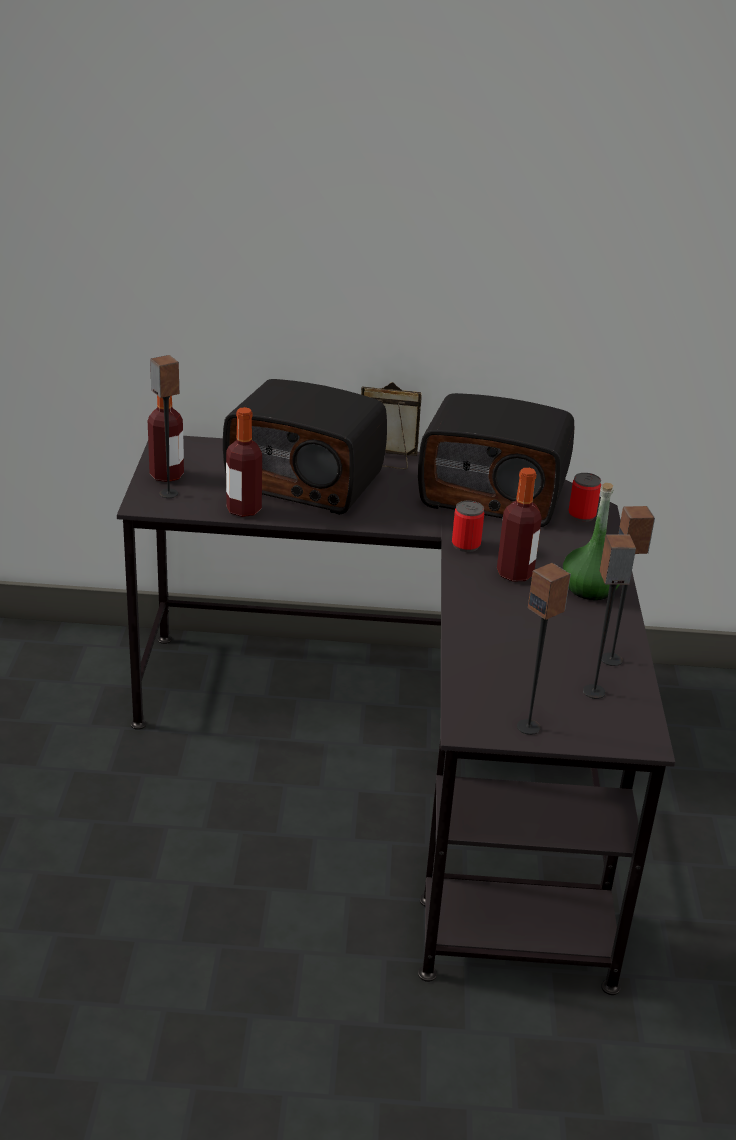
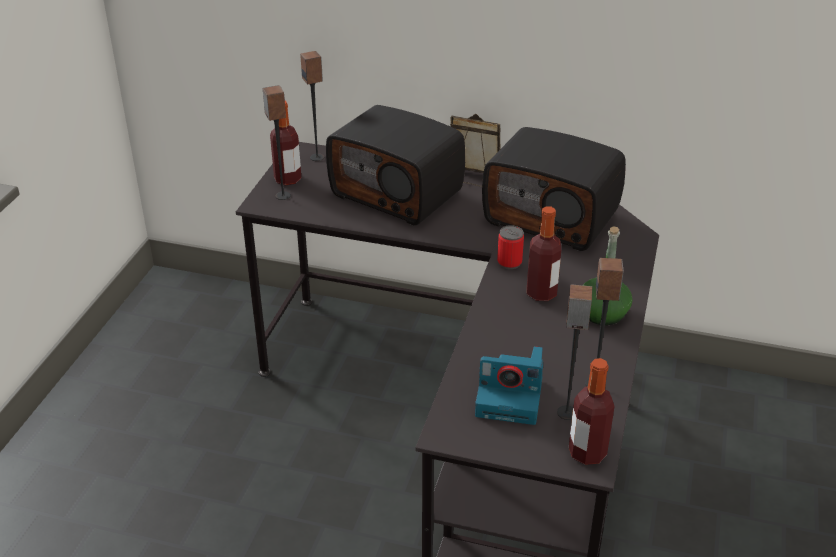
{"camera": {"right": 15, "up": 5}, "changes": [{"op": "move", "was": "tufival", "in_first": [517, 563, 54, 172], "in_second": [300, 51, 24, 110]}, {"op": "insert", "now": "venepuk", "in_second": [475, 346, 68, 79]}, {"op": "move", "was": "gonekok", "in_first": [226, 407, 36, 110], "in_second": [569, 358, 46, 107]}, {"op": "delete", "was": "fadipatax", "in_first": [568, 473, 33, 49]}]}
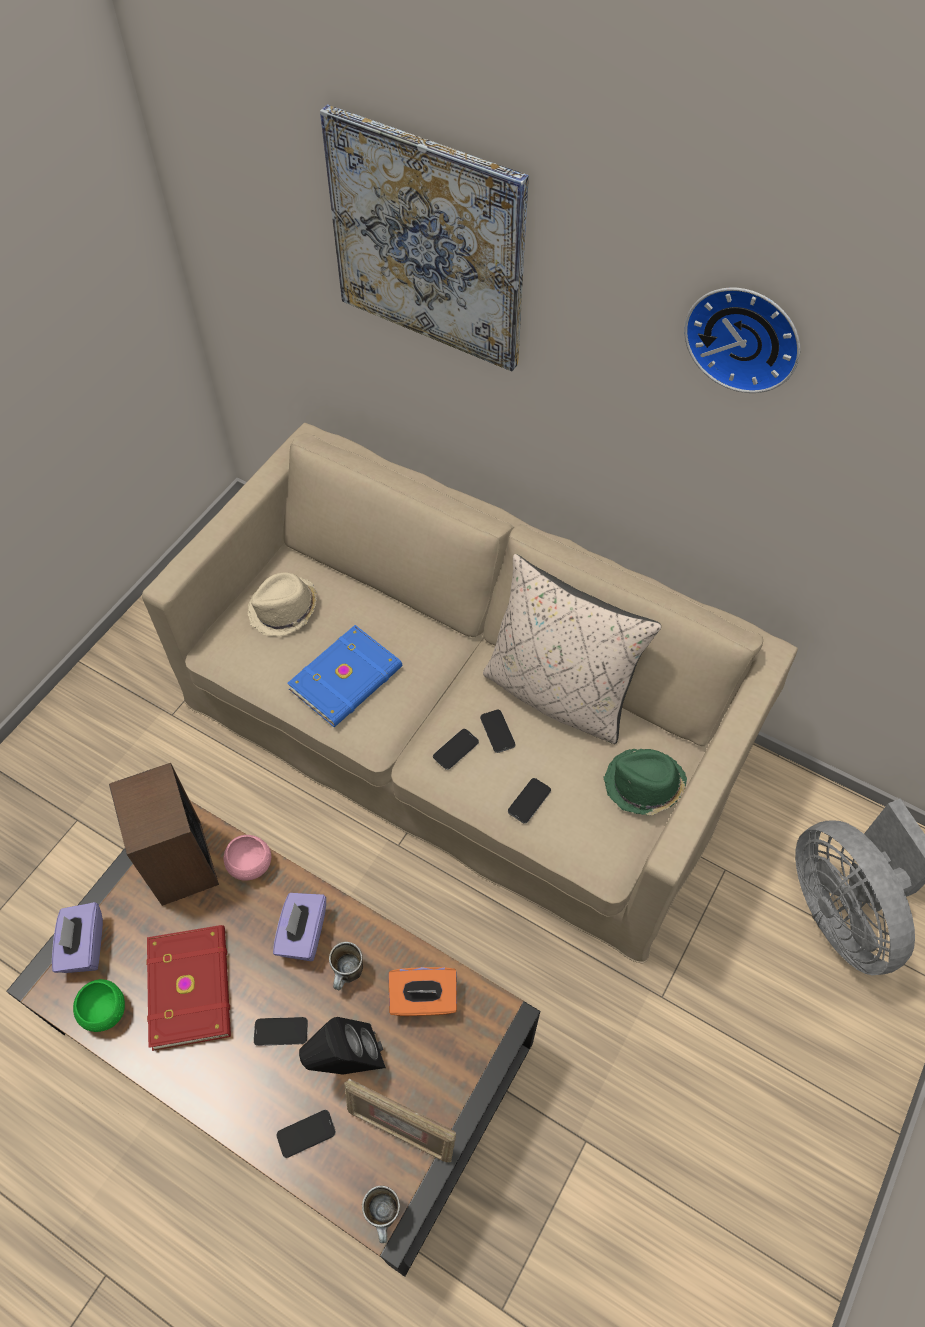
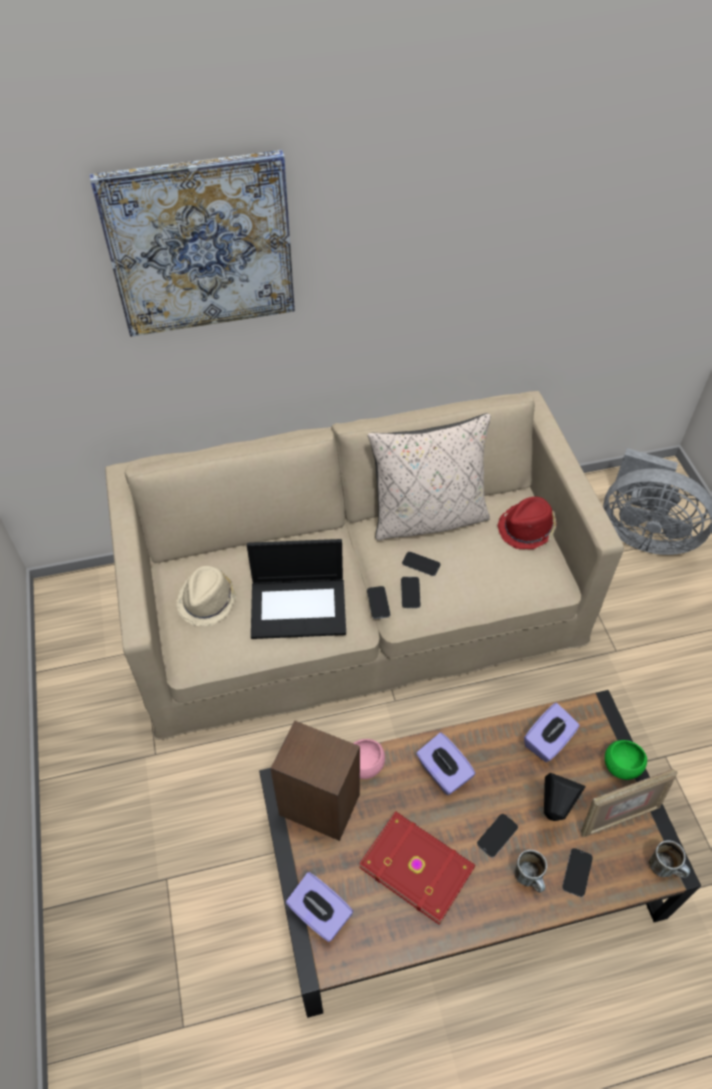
{"camera": {"right": -45, "up": -5}, "changes": [{"op": "replace", "was": "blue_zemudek", "now": "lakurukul", "in_first": [287, 625, 115, 102], "in_second": [247, 539, 99, 100]}, {"op": "move", "was": "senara", "in_first": [508, 778, 43, 46], "in_second": [367, 586, 23, 33]}, {"op": "recolor", "was": "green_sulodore", "now": "red_sulodore", "in_first": [603, 749, 84, 66], "in_second": [498, 497, 59, 52]}, {"op": "move", "was": "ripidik", "in_first": [329, 942, 34, 48], "in_second": [514, 850, 33, 43]}, {"op": "recolor", "was": "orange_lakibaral", "now": "purple_lakibaral", "in_first": [388, 967, 69, 49], "in_second": [524, 703, 56, 59]}, {"op": "move", "was": "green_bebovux", "in_first": [73, 979, 52, 53], "in_second": [605, 740, 42, 40]}, {"op": "delete", "was": "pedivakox", "in_first": [684, 288, 116, 105]}]}
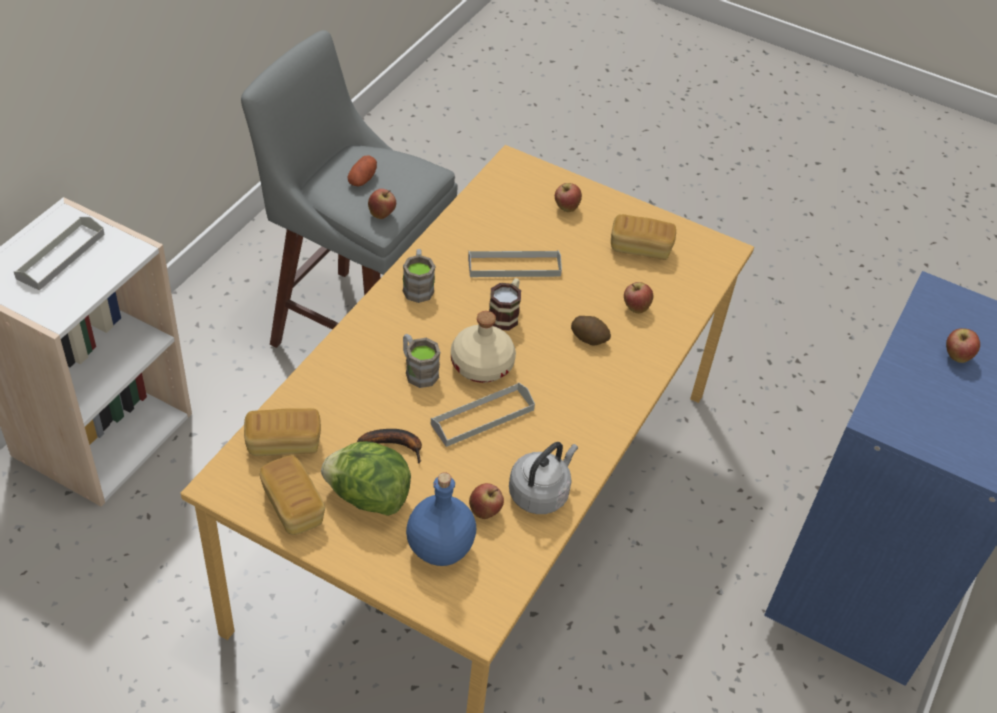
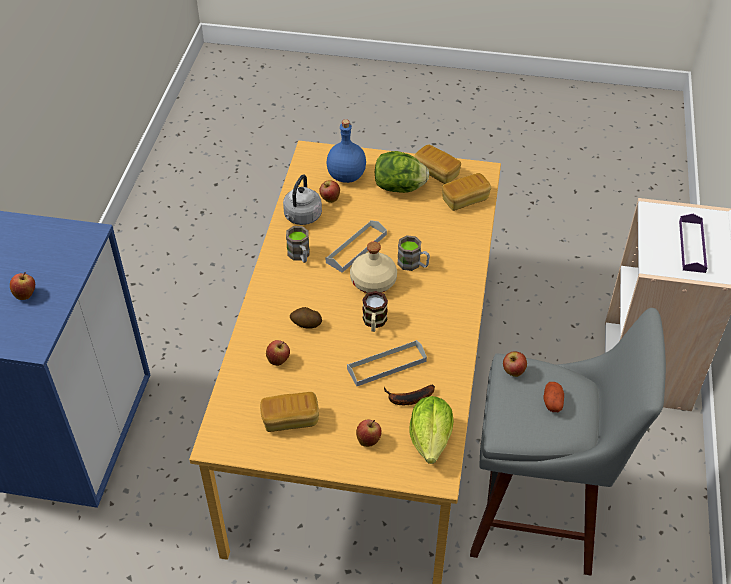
{"camera": {"right": 165, "up": 0}, "changes": [{"op": "move", "was": "brown_ripidik", "in_first": [403, 249, 33, 54], "in_second": [286, 226, 24, 37]}, {"op": "move", "was": "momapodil", "in_first": [357, 429, 65, 34], "in_second": [384, 384, 51, 21]}, {"op": "insert", "now": "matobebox", "in_second": [410, 396, 43, 68]}, {"op": "recolor", "was": "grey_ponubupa", "now": "purple_ponubupa", "in_first": [14, 217, 91, 74], "in_second": [679, 214, 29, 59]}]}
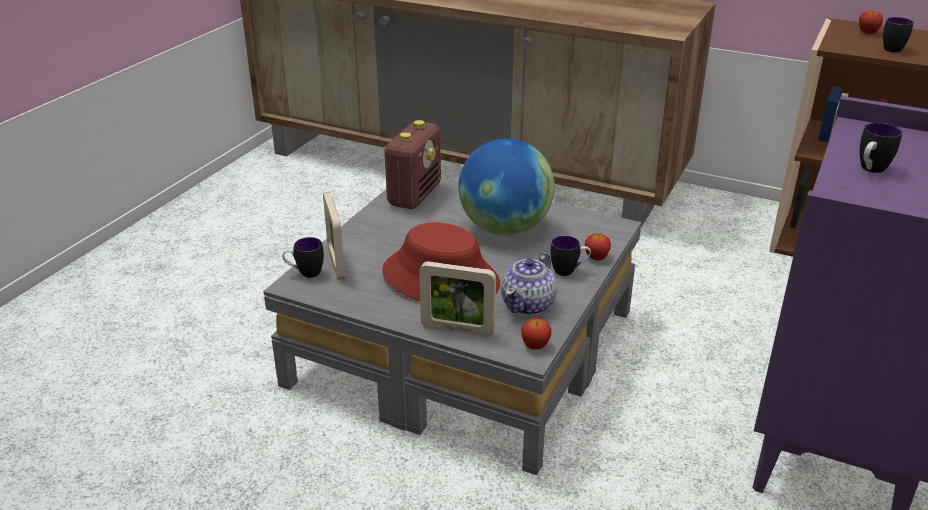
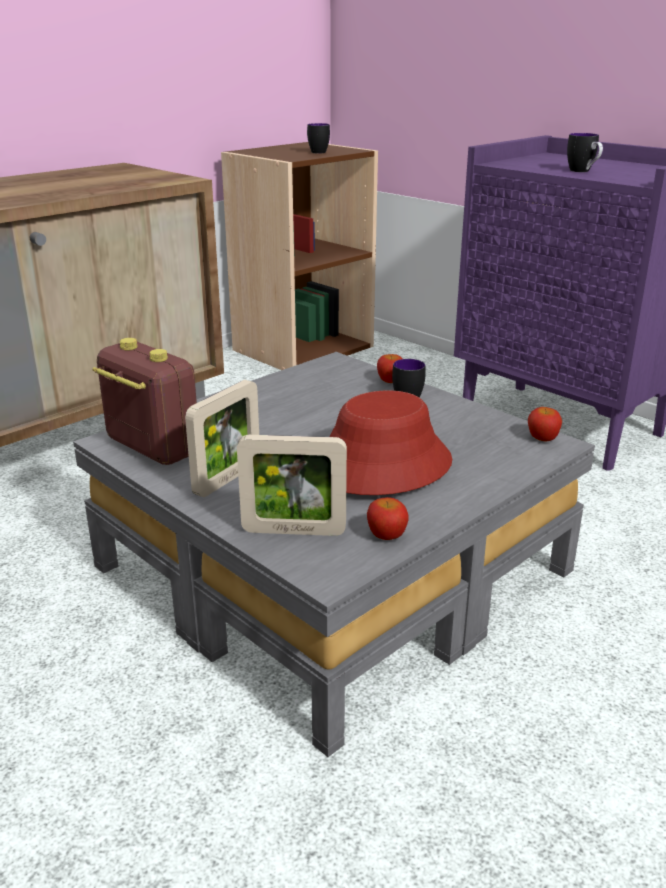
{"camera": {"right": -70, "up": -5}, "changes": [{"op": "move", "was": "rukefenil", "in_first": [419, 261, 77, 76], "in_second": [185, 380, 74, 117]}, {"op": "move", "was": "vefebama", "in_first": [859, 11, 24, 23], "in_second": [367, 497, 42, 43]}, {"op": "delete", "was": "ripidik", "in_first": [283, 237, 41, 41]}, {"op": "delete", "was": "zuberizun", "in_first": [458, 139, 97, 96]}, {"op": "delete", "was": "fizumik", "in_first": [501, 252, 55, 63]}]}
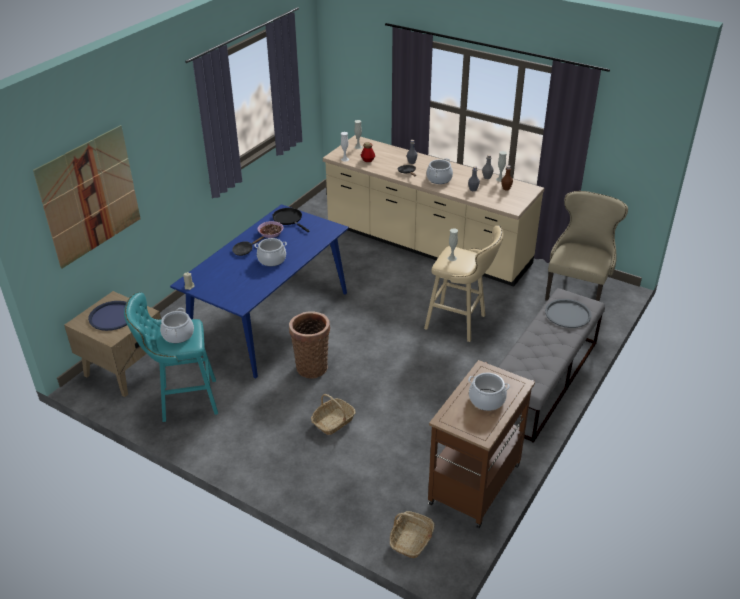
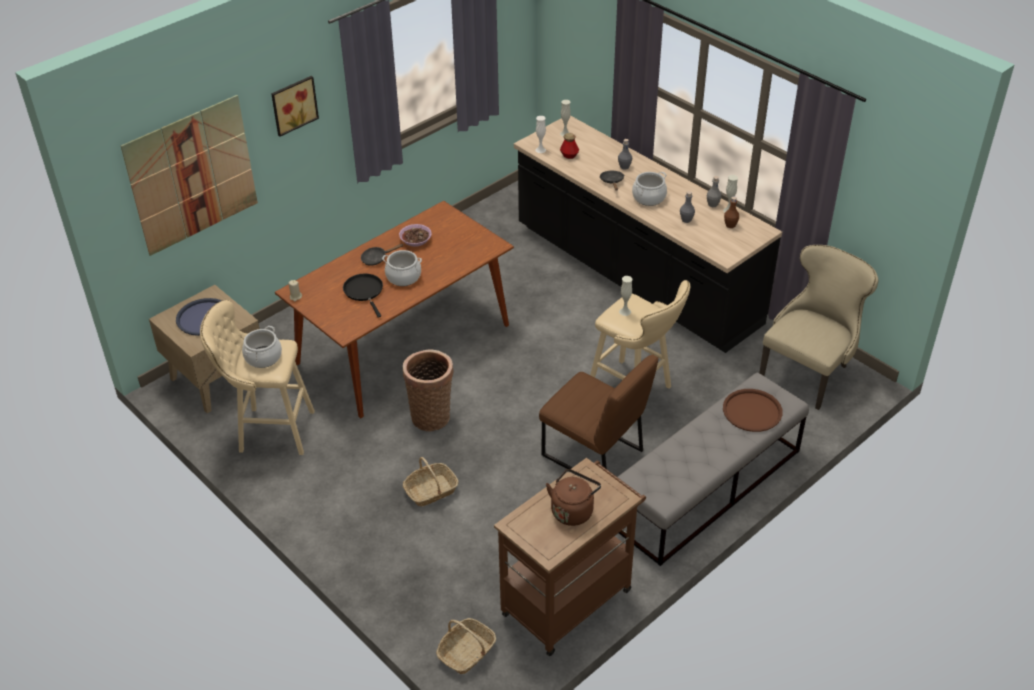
{"camera": {"right": 15, "up": 5}, "changes": [{"op": "recolor", "was": "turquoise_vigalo", "now": "beige_vigalo", "in_first": [124, 292, 94, 130], "in_second": [200, 300, 115, 155]}, {"op": "insert", "now": "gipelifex", "in_second": [271, 76, 48, 61]}, {"op": "recolor", "was": "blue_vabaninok", "now": "brown_vabaninok", "in_first": [170, 204, 179, 174], "in_second": [275, 201, 239, 217]}, {"op": "move", "was": "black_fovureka", "in_first": [272, 208, 38, 24], "in_second": [343, 274, 40, 44]}, {"op": "recolor", "was": "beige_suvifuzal", "now": "black_suvifuzal", "in_first": [323, 135, 221, 152], "in_second": [514, 115, 268, 238]}, {"op": "insert", "now": "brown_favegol", "in_second": [539, 355, 119, 114]}, {"op": "replace", "was": "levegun", "now": "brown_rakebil", "in_first": [468, 373, 42, 38], "in_second": [546, 469, 55, 57]}, {"op": "recolor", "was": "grey_ponubupa", "now": "brown_ponubupa", "in_first": [545, 299, 47, 29], "in_second": [723, 389, 60, 43]}]}
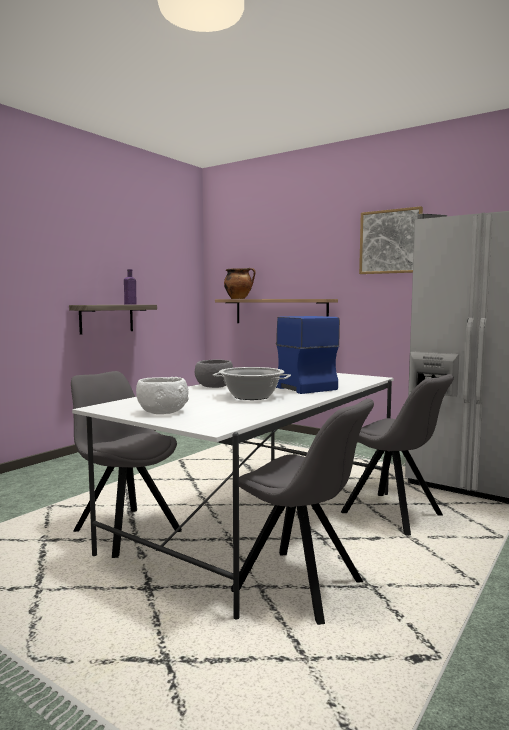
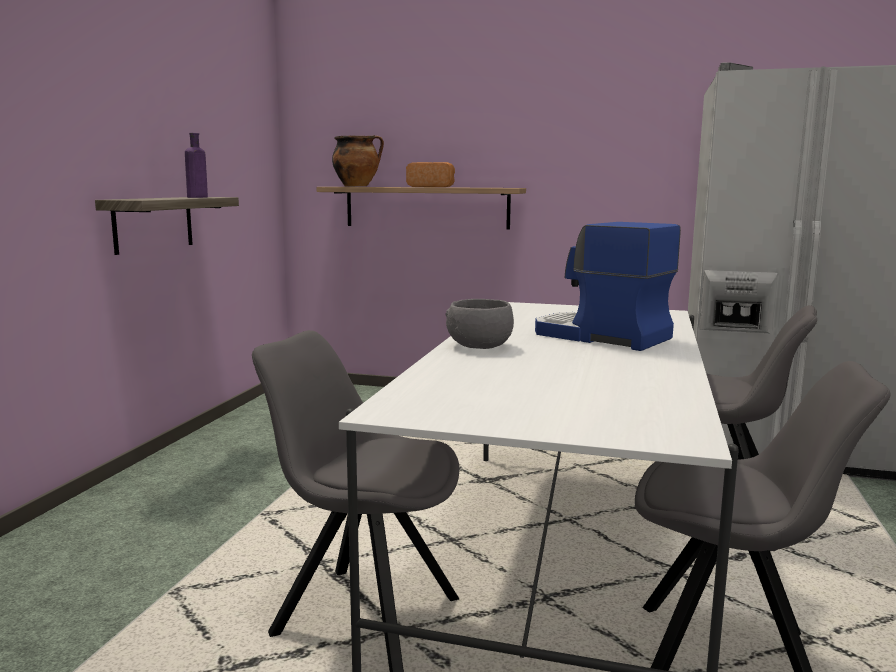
{"camera": {"right": -20, "up": 5}, "changes": [{"op": "insert", "now": "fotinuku", "in_second": [406, 162, 49, 25]}, {"op": "delete", "was": "white_bebovux", "in_first": [136, 377, 53, 37]}, {"op": "delete", "was": "levegun", "in_first": [213, 367, 78, 33]}, {"op": "delete", "was": "gipelifex", "in_first": [359, 206, 64, 68]}]}
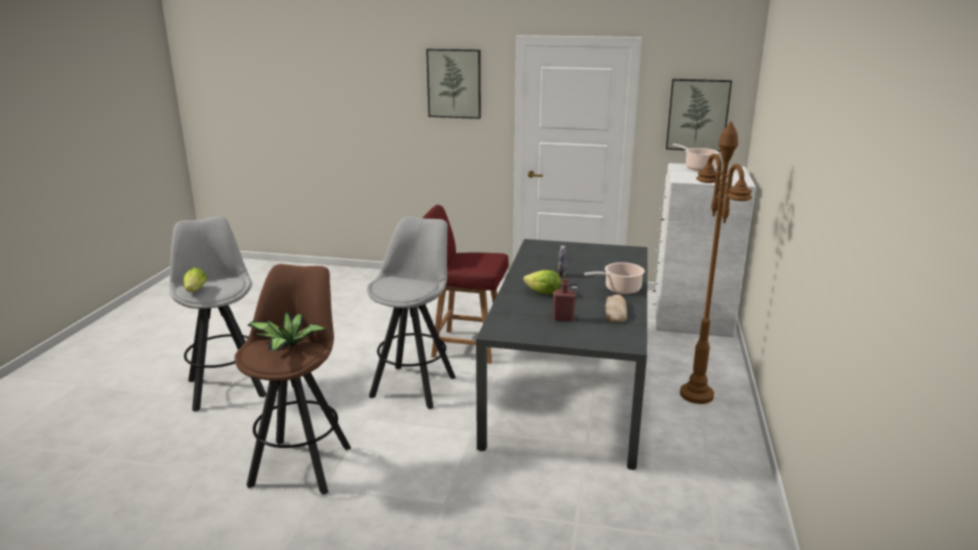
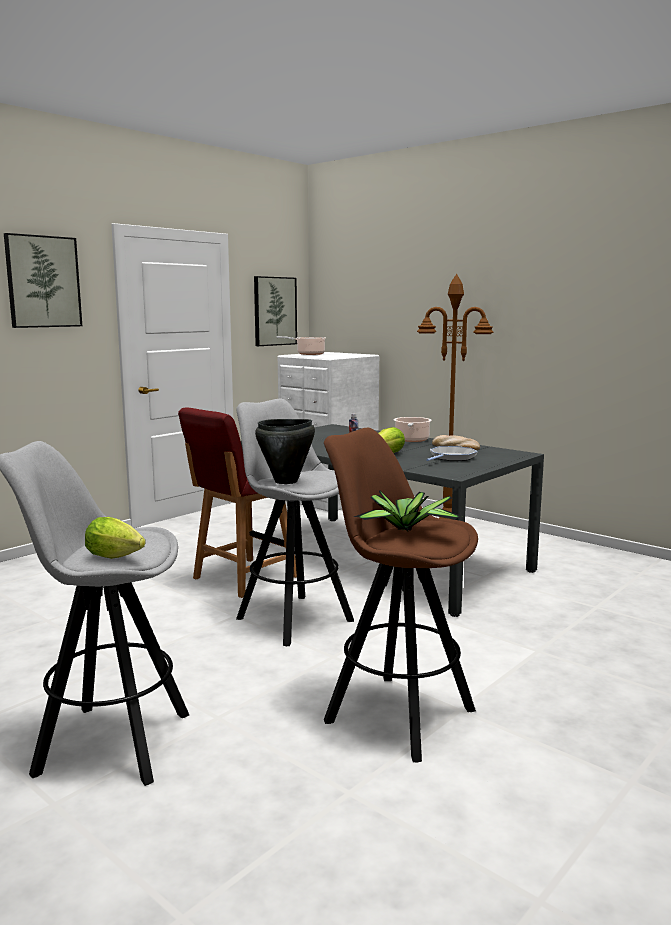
{"camera": {"right": -60, "up": -10}, "changes": [{"op": "insert", "now": "black_levegun", "in_second": [255, 419, 60, 65]}, {"op": "replace", "was": "red_gonekok", "now": "fovureka", "in_first": [553, 278, 23, 43], "in_second": [426, 446, 52, 15]}]}
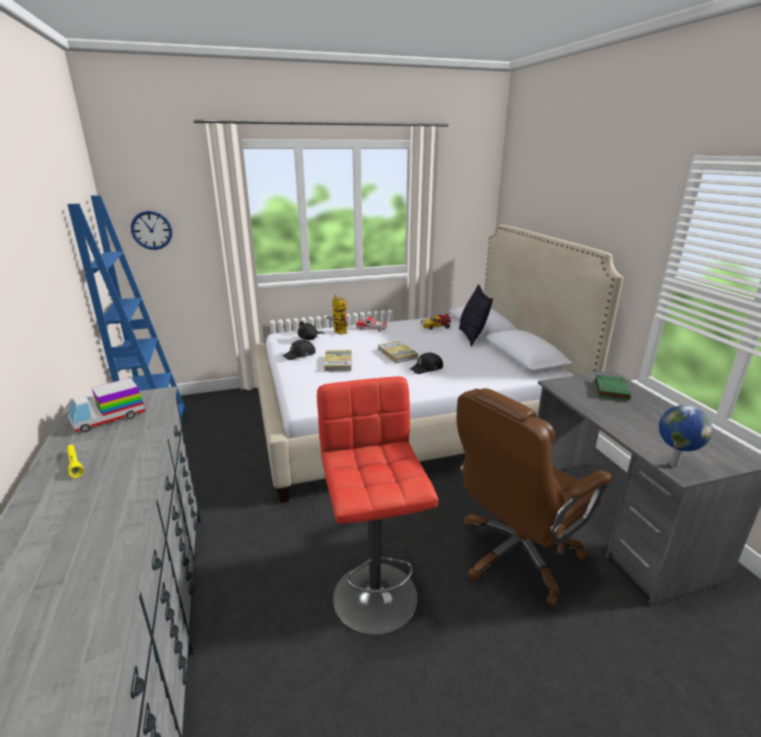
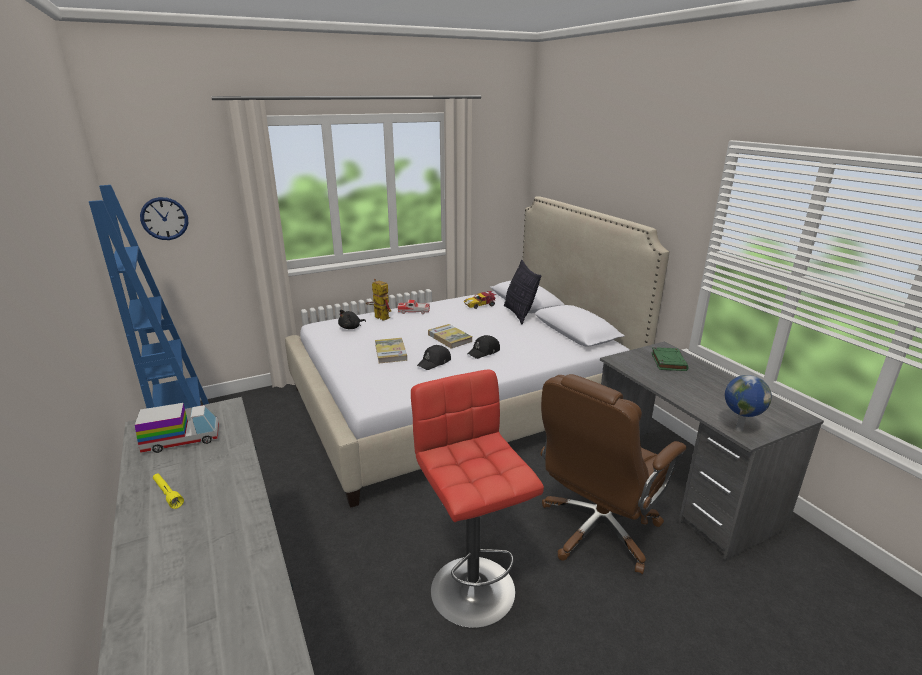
{"camera": {"right": -10, "up": 0}, "changes": [{"op": "rotate", "was": "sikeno", "in_first": [68, 378, 77, 55], "in_second": [135, 403, 84, 50], "clockwise": -150}, {"op": "move", "was": "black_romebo", "in_first": [282, 340, 34, 20], "in_second": [417, 345, 34, 25]}]}
